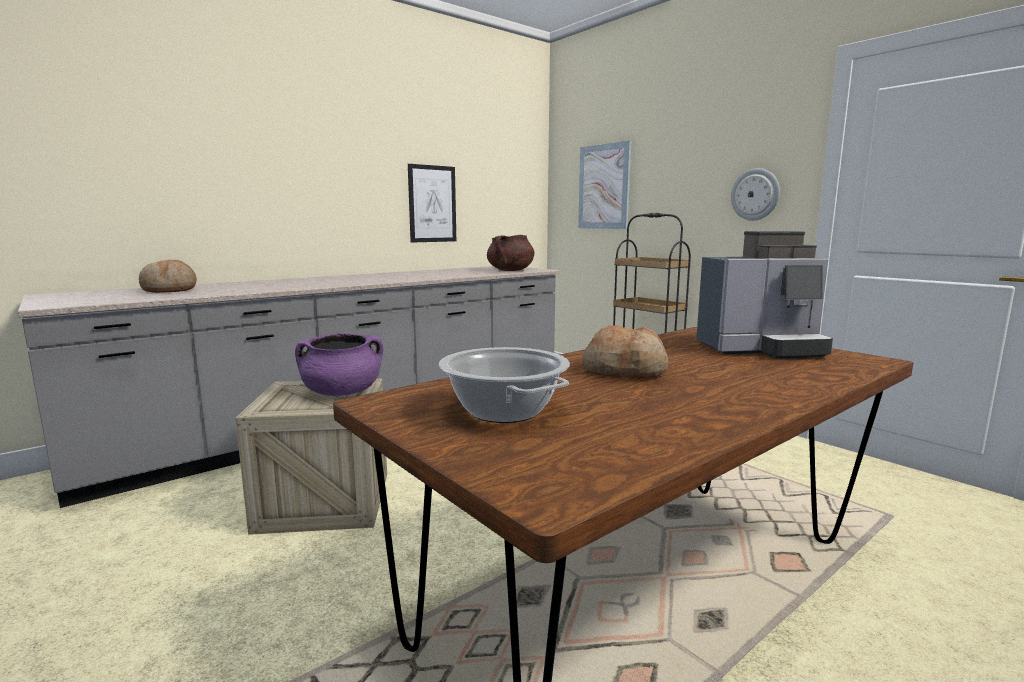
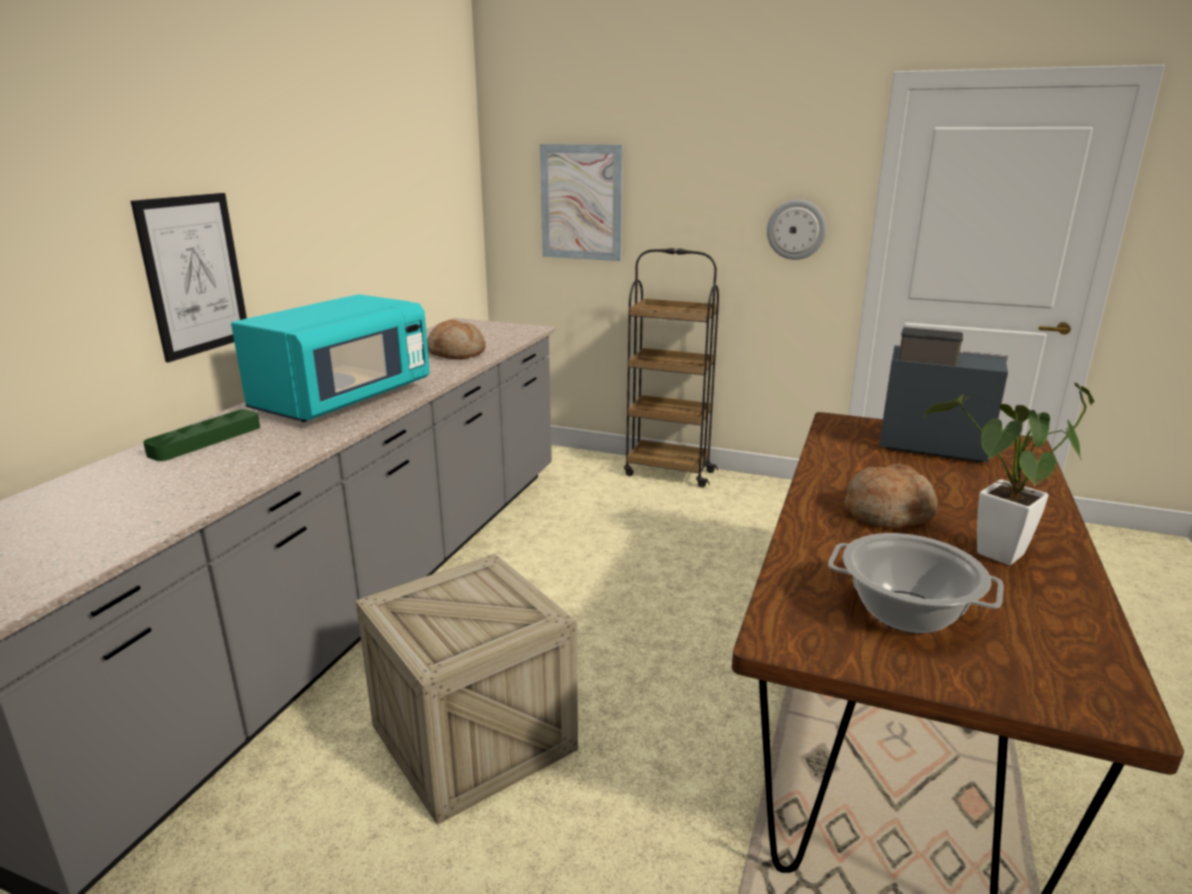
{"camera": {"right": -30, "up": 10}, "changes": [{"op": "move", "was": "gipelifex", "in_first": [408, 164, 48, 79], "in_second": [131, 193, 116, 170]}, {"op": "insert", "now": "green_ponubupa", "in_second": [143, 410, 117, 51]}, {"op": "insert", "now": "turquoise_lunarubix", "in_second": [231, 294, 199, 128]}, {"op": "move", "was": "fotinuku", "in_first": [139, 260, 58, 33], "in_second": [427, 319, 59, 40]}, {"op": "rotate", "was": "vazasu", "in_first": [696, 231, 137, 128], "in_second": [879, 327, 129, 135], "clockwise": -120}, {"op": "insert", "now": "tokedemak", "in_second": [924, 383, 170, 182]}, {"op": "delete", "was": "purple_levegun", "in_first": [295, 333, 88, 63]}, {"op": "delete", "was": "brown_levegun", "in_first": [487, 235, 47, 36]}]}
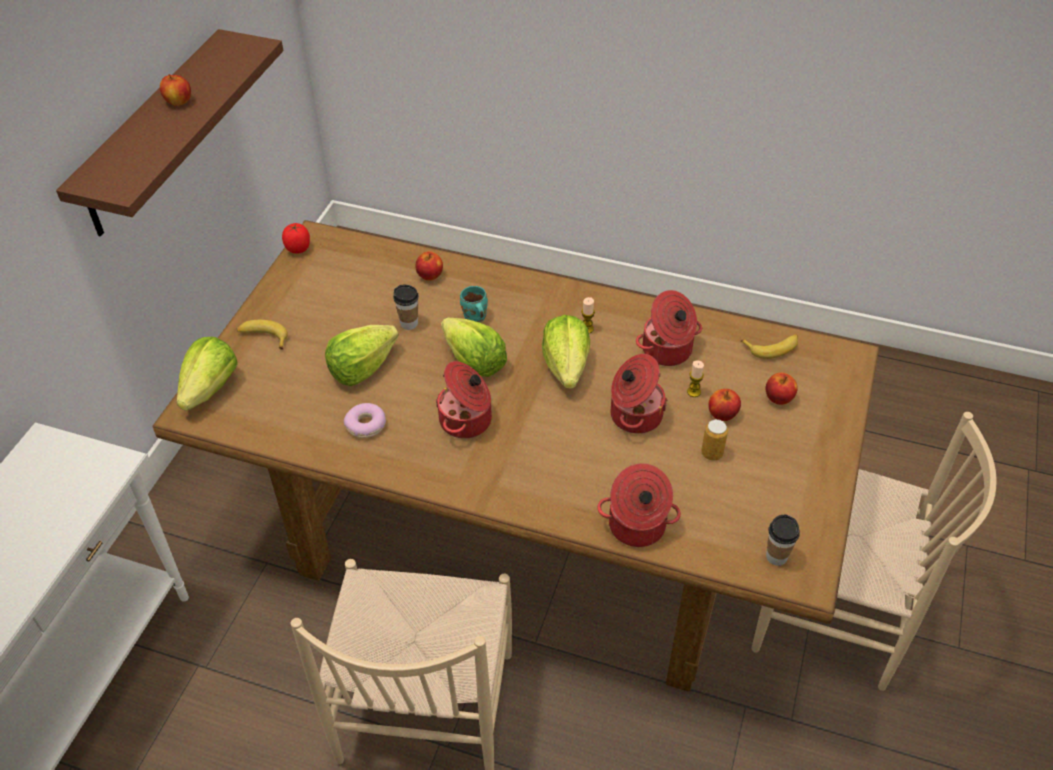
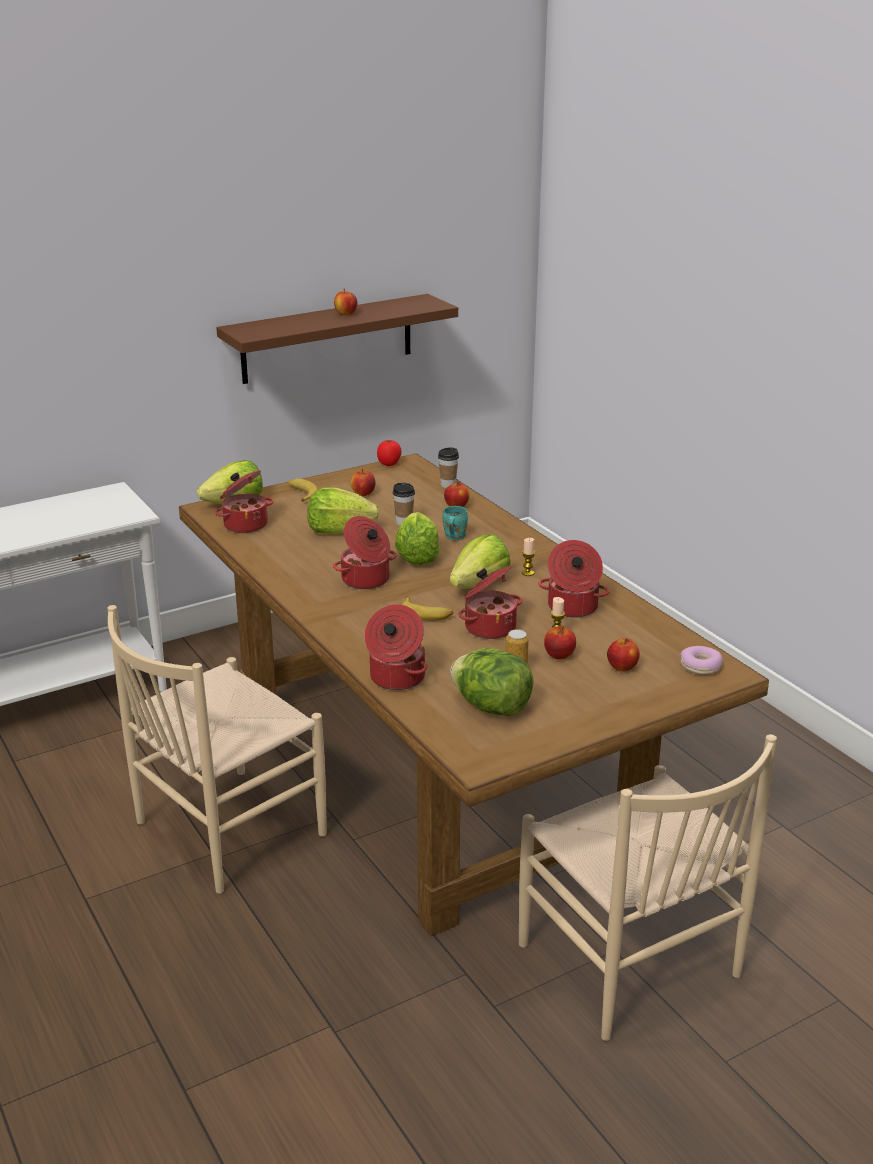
{"camera": {"right": 40, "up": -20}, "changes": [{"op": "insert", "now": "levegun", "in_second": [215, 470, 59, 63]}, {"op": "insert", "now": "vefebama", "in_second": [351, 468, 25, 28]}, {"op": "move", "was": "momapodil", "in_first": [740, 334, 58, 25], "in_second": [402, 596, 51, 25]}, {"op": "move", "was": "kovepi", "in_first": [766, 514, 34, 52], "in_second": [438, 447, 21, 41]}, {"op": "insert", "now": "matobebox", "in_second": [450, 648, 84, 68]}, {"op": "move", "was": "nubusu", "in_first": [344, 403, 42, 35], "in_second": [680, 646, 43, 29]}]}
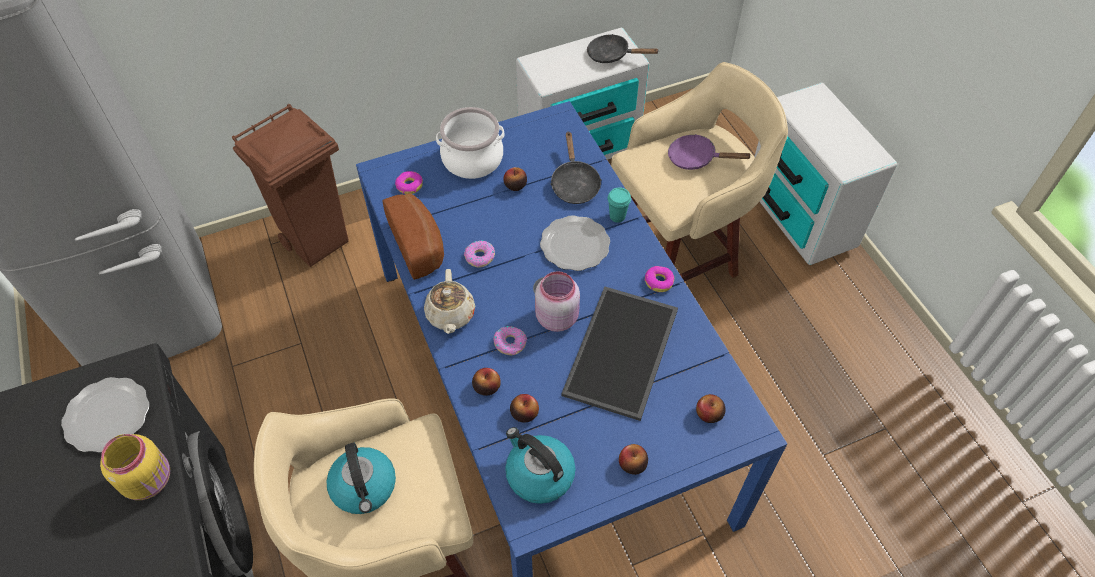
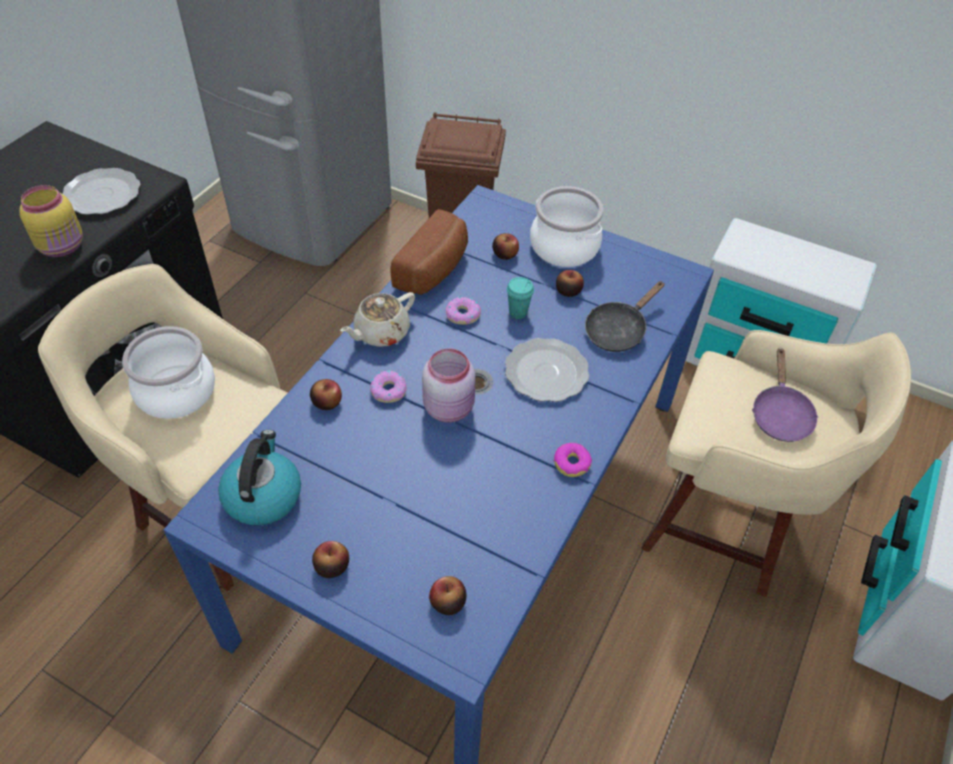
{"camera": {"right": 50, "up": -5}, "changes": [{"op": "replace", "was": "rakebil", "now": "levegun", "in_first": [327, 443, 69, 71], "in_second": [122, 326, 93, 93]}, {"op": "move", "was": "vefebama", "in_first": [510, 394, 29, 28], "in_second": [492, 233, 27, 27]}, {"op": "move", "was": "turquoise_kovepi", "in_first": [608, 187, 23, 35], "in_second": [507, 277, 27, 42]}, {"op": "rotate", "was": "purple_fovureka", "in_first": [668, 134, 84, 36], "in_second": [752, 349, 67, 93], "clockwise": -150}, {"op": "delete", "was": "nubusu", "in_first": [395, 171, 28, 23]}, {"op": "delete", "was": "ponubupa", "in_first": [561, 286, 117, 135]}, {"op": "delete", "was": "black_fovureka", "in_first": [587, 34, 71, 29]}]}
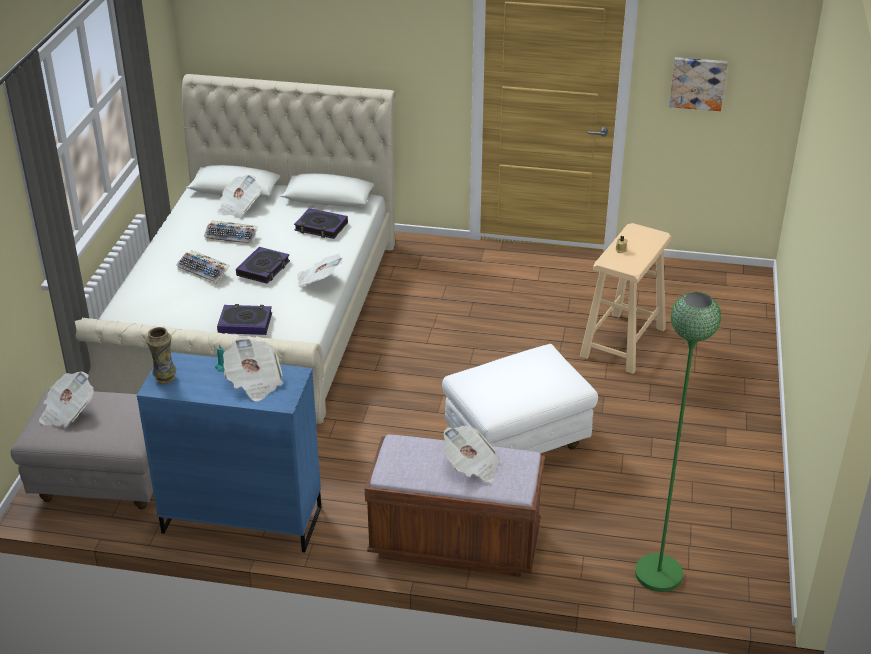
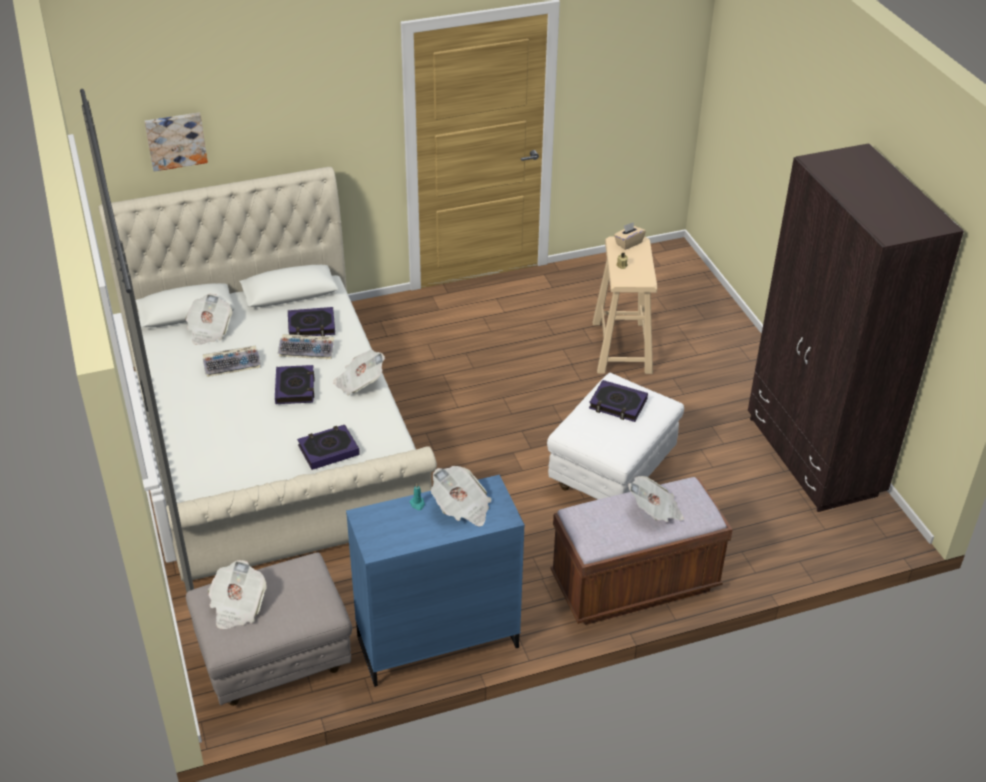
{"camera": {"right": -30, "up": 5}, "changes": [{"op": "move", "was": "gipelifex", "in_first": [669, 57, 59, 54], "in_second": [144, 112, 64, 60]}, {"op": "move", "was": "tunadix", "in_first": [176, 250, 54, 34], "in_second": [278, 334, 56, 25]}, {"op": "insert", "now": "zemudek", "in_second": [589, 380, 59, 42]}, {"op": "insert", "now": "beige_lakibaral", "in_second": [614, 222, 32, 28]}, {"op": "insert", "now": "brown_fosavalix", "in_second": [748, 143, 216, 369]}, {"op": "delete", "was": "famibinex", "in_first": [146, 327, 30, 57]}, {"op": "delete", "was": "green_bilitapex", "in_first": [635, 292, 86, 300]}]}
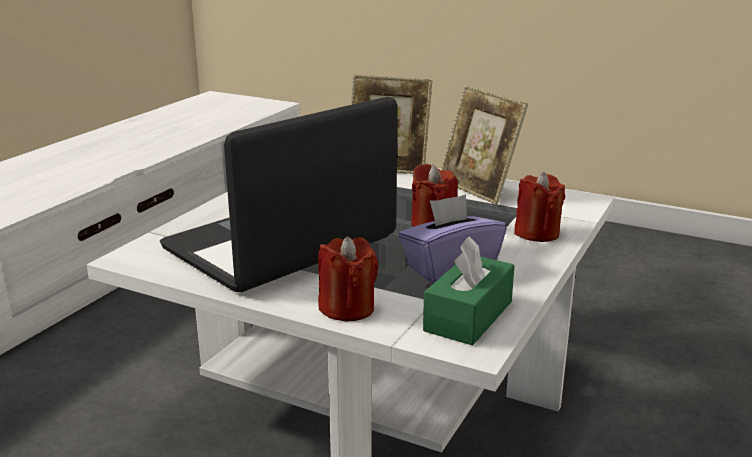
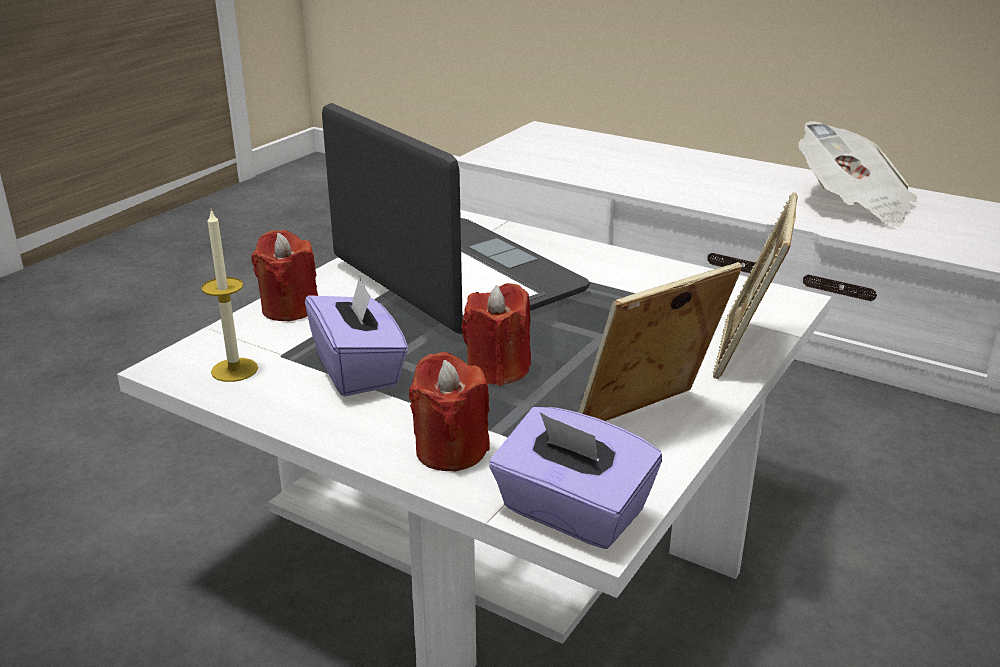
{"camera": {"right": 95, "up": 5}, "changes": [{"op": "replace", "was": "green_lakibaral", "now": "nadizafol", "in_first": [423, 236, 92, 109], "in_second": [201, 209, 57, 173]}, {"op": "insert", "now": "purple_lakibaral", "in_second": [489, 407, 173, 142]}, {"op": "insert", "now": "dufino", "in_second": [798, 121, 119, 106]}]}
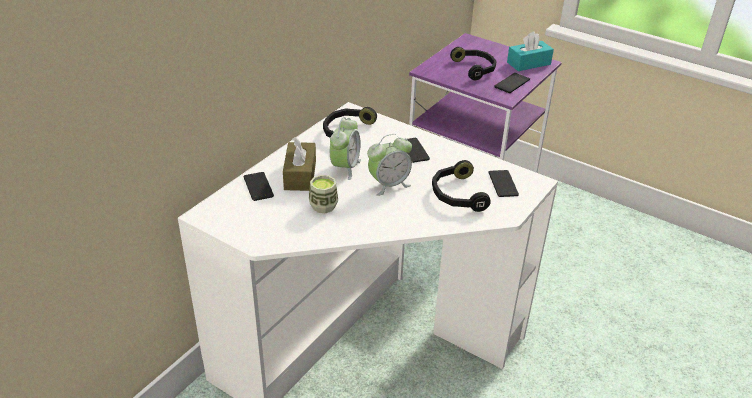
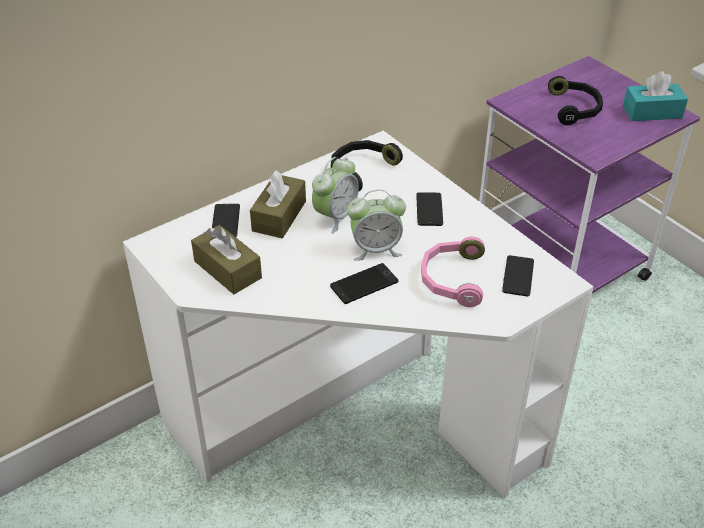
{"camera": {"right": 20, "up": 5}, "changes": [{"op": "insert", "now": "brown_lakibaral", "in_second": [191, 225, 71, 69]}, {"op": "move", "was": "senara", "in_first": [494, 73, 36, 20], "in_second": [330, 263, 68, 41]}, {"op": "recolor", "was": "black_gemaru", "now": "pink_gemaru", "in_first": [432, 160, 59, 52], "in_second": [421, 237, 64, 70]}, {"op": "delete", "was": "kovepi", "in_first": [309, 175, 29, 38]}]}
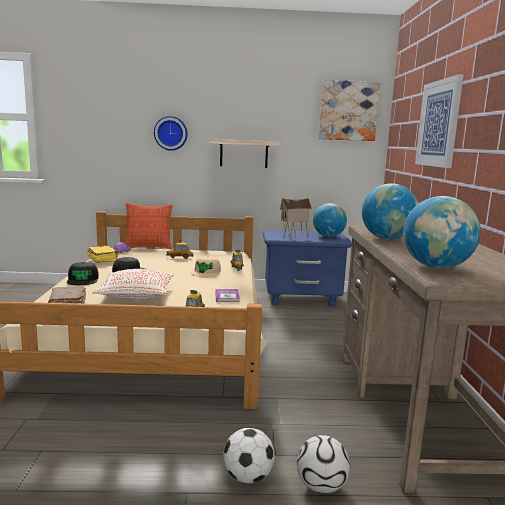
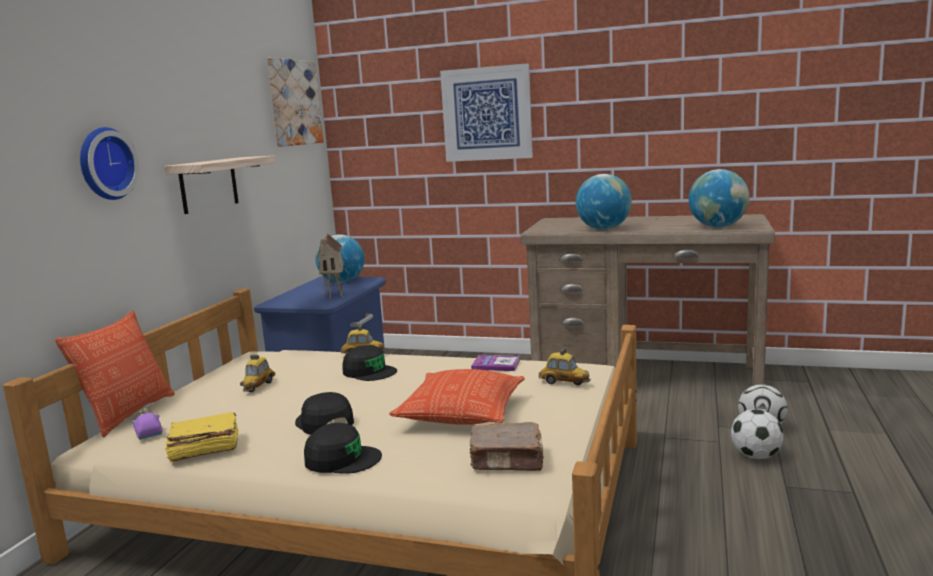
{"camera": {"right": -70, "up": 0}, "changes": [{"op": "recolor", "was": "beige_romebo", "now": "black_romebo", "in_first": [191, 256, 30, 21], "in_second": [342, 345, 55, 36]}, {"op": "recolor", "was": "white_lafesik", "now": "orange_lafesik", "in_first": [92, 269, 82, 31], "in_second": [389, 369, 136, 56]}]}
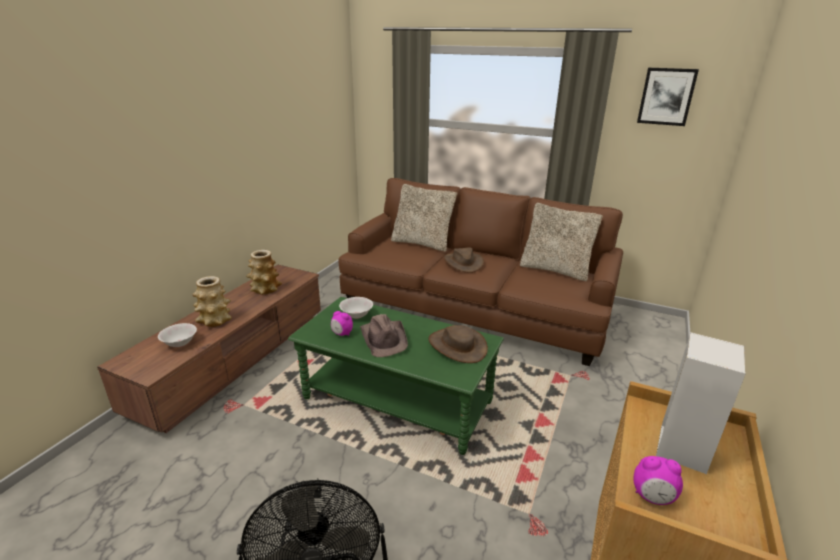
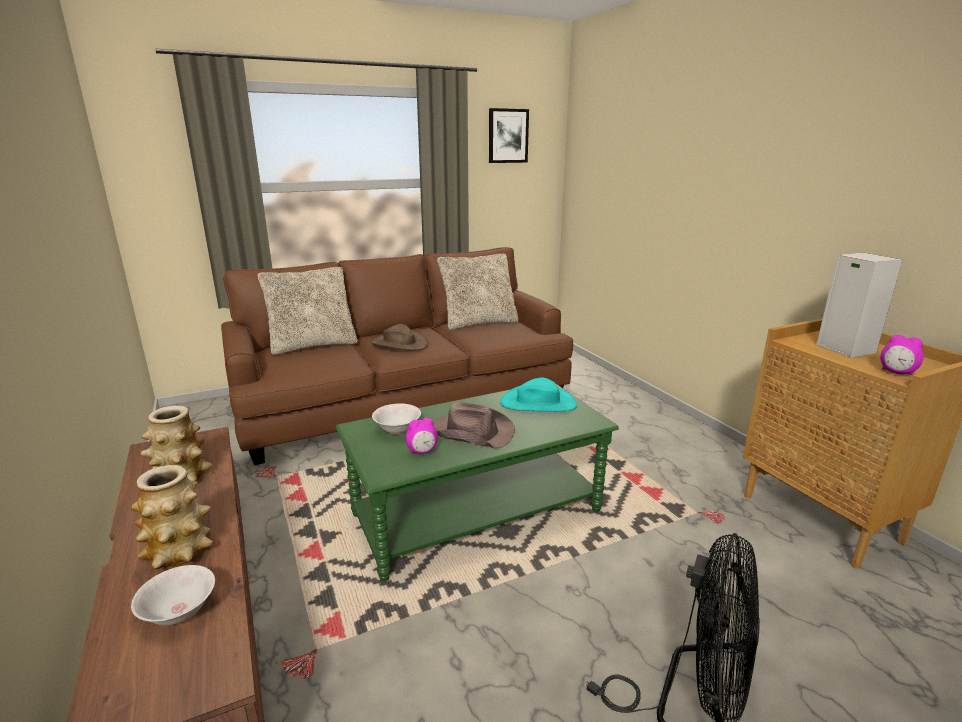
{"camera": {"right": -50, "up": -5}, "changes": [{"op": "recolor", "was": "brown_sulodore", "now": "turquoise_sulodore", "in_first": [428, 325, 60, 38], "in_second": [500, 378, 77, 34]}, {"op": "rotate", "was": "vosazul", "in_first": [634, 456, 49, 49], "in_second": [880, 335, 44, 40], "clockwise": 75}]}
